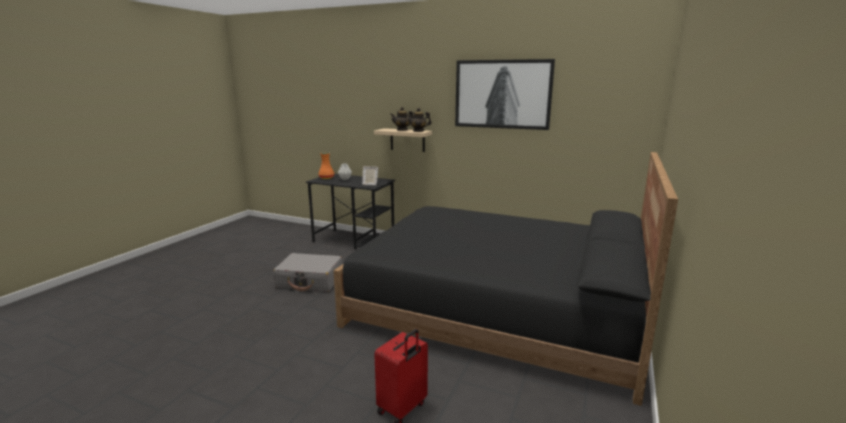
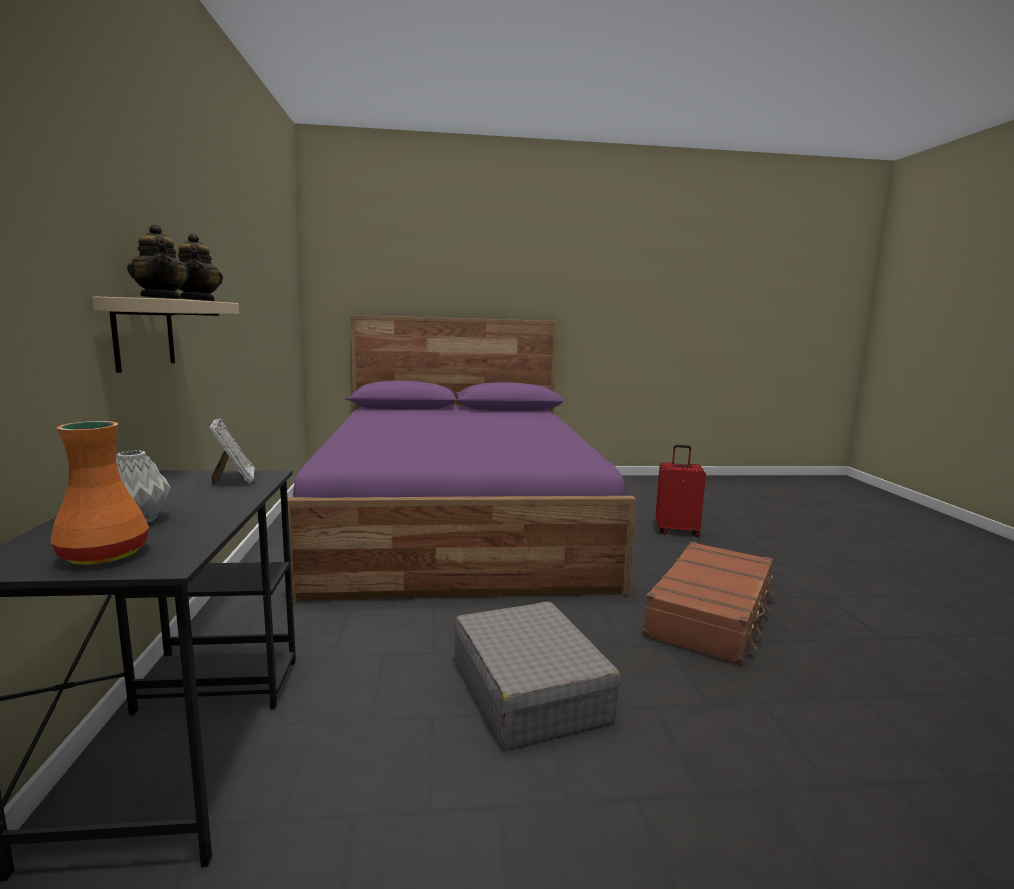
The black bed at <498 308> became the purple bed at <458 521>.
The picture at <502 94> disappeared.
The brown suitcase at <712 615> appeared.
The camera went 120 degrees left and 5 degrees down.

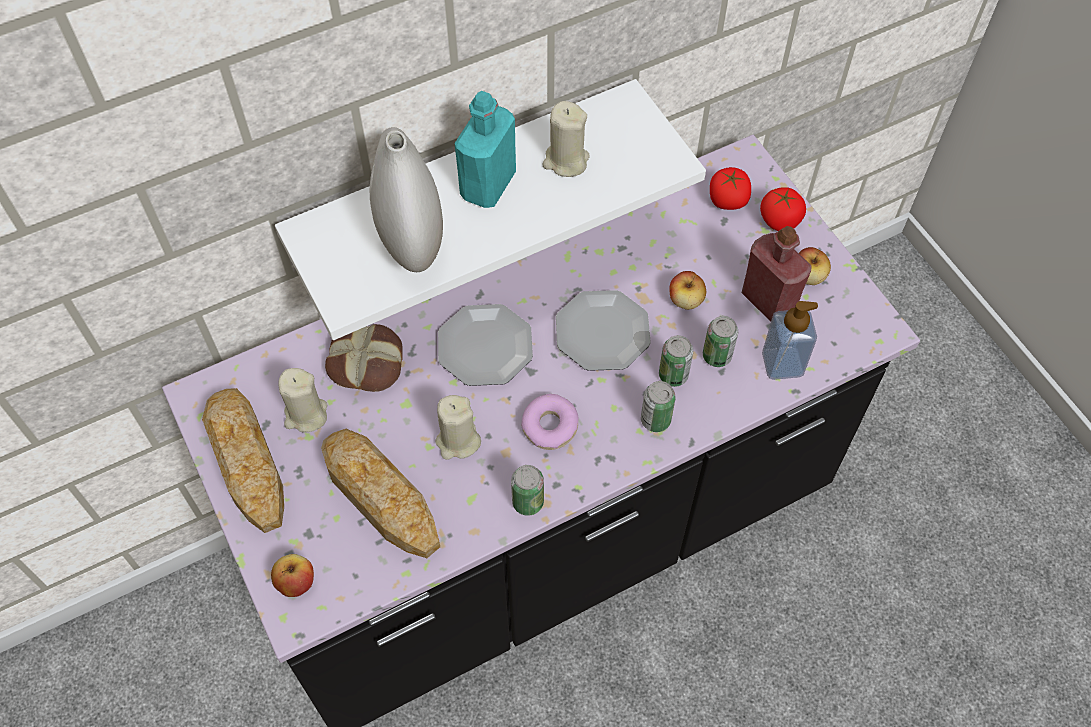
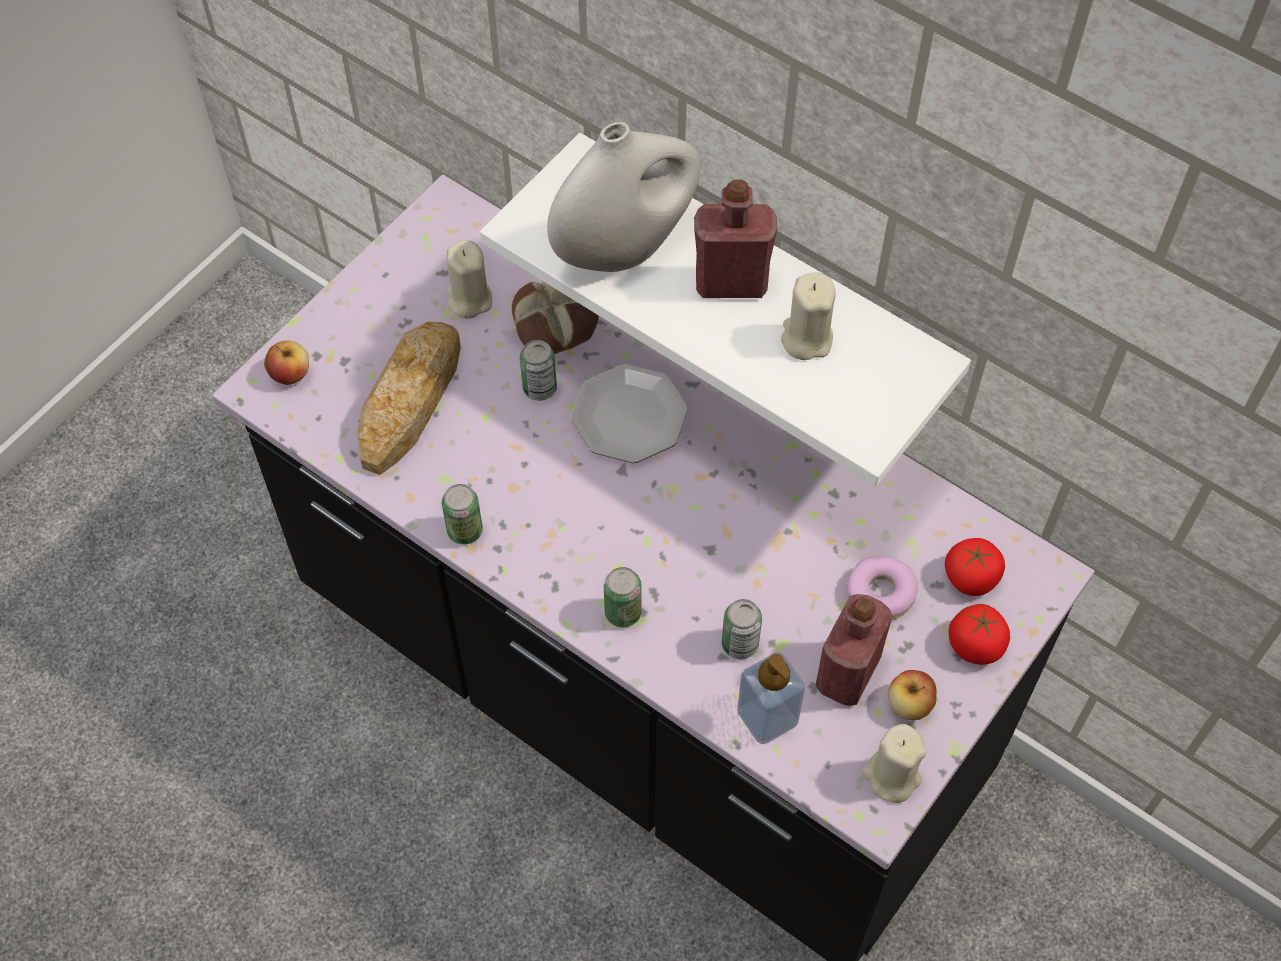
The bread at <247 462> disappeared.
The beige candle moved from <458 441> to <891 776>.
The turquoise bottle at <488 185> became the red bottle at <731 283>.
The donut moved from <549 426> to <880 593>.
The plate at <601 332> disappeared.
The can moved from <673 375> to <539 388>.
The apple at <685 300> disappeared.
The camera went 65 degrees right and 0 degrees up.

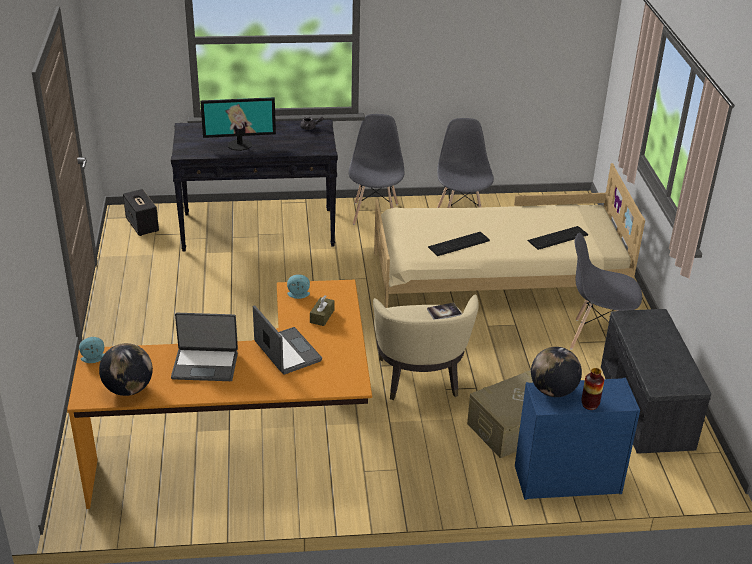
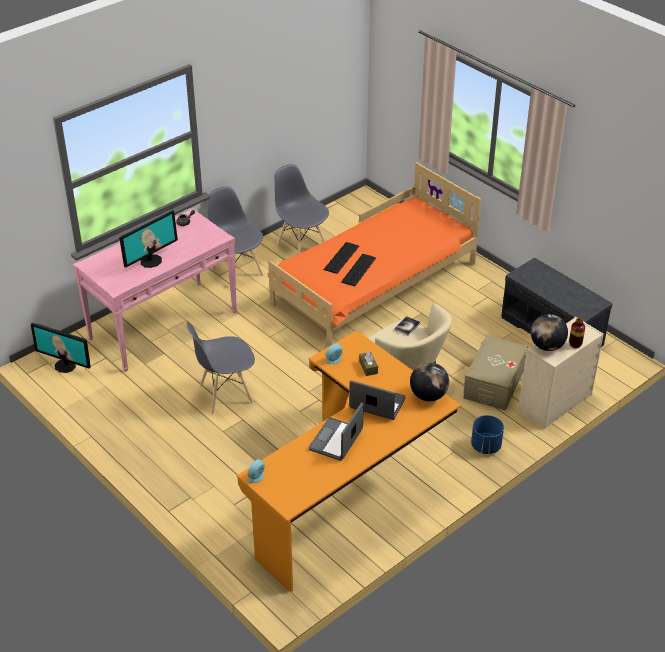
The globe moved from <128 389> to <428 396>.
The speaker at <142 225> was replaced by the monitor at <65 365>.
The black console table at <259 229> became the pink console table at <164 325>.
The laptop at <205 365> turned 150 degrees clockwise.
The beige bed at <496 278> became the orange bed at <374 284>.
The blue dresser at <566 480> became the beige dresser at <554 403>.
The keyboard moved from <559 238> to <342 258>.
The grey chair moved from <597 338> to <225 394>.
The blue planter at <485 446> appeared.
The camera went 35 degrees left and 5 degrees up.

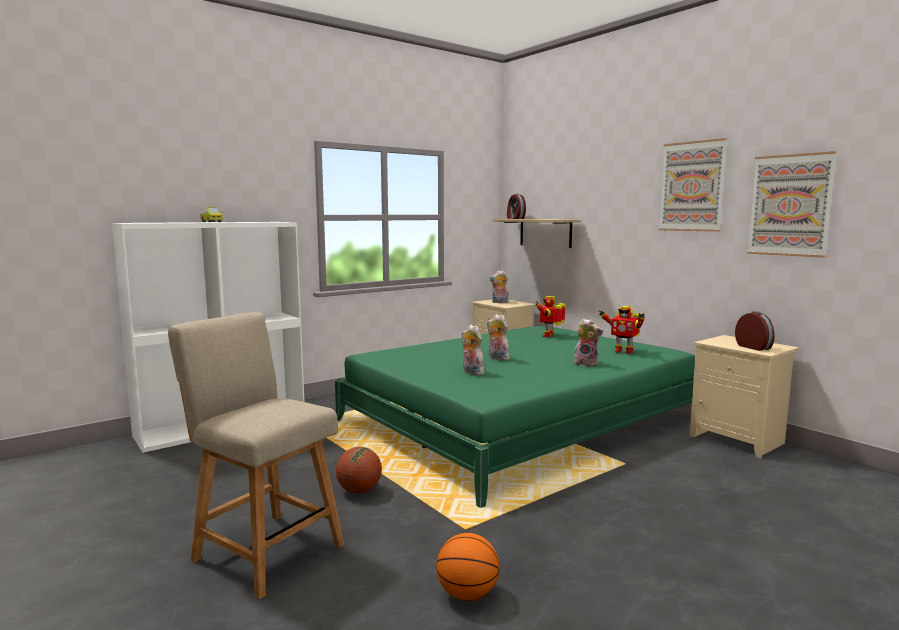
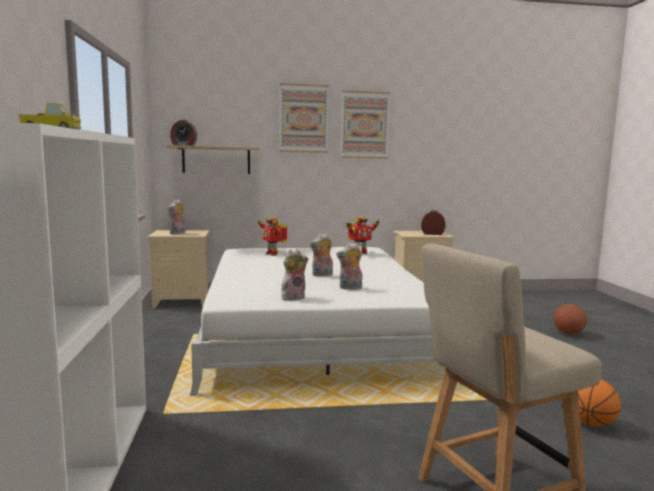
The green bed at <519 421> became the white bed at <313 330>.
The basketball moved from <359 491> to <568 333>.
The plush toy moved from <587 364> to <293 297>.
The picture moved from <790 205> to <303 118>.
The camera went 60 degrees left and 0 degrees up.

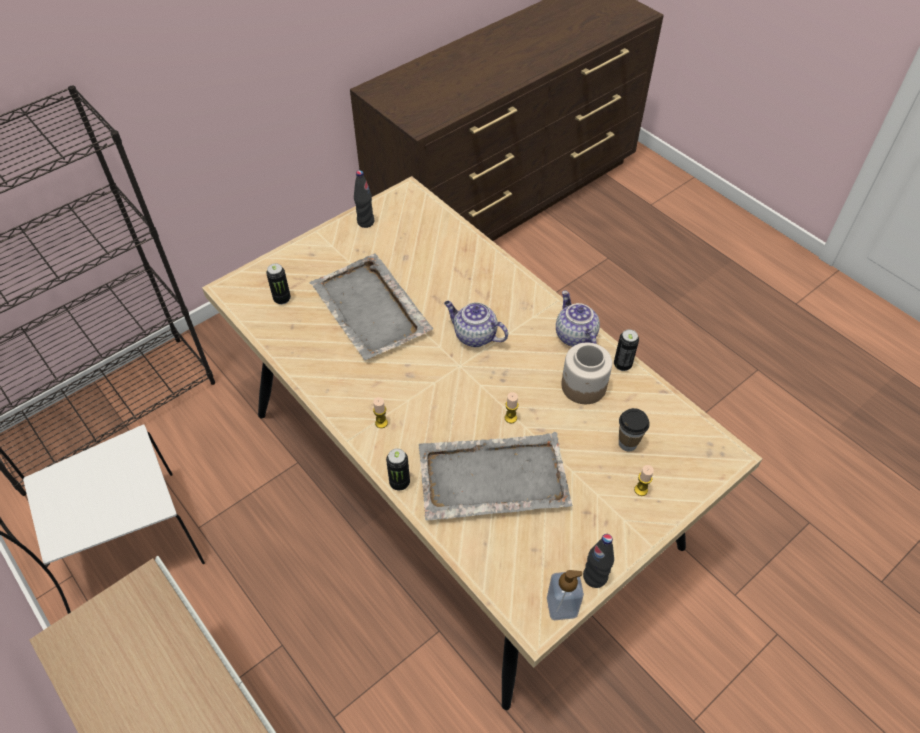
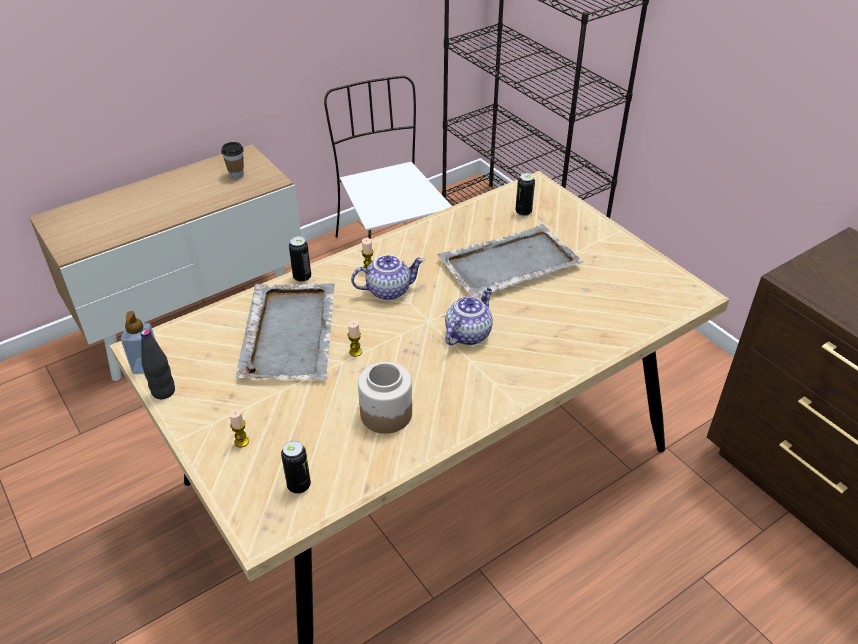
The black bottle at <365 222> disappeared.
The teapot moved from <574 336> to <388 290>.
The can moved from <622 365> to <299 485>.
The cup moved from <627 443> to <236 175>.
The camera went 95 degrees right and 10 degrees down.

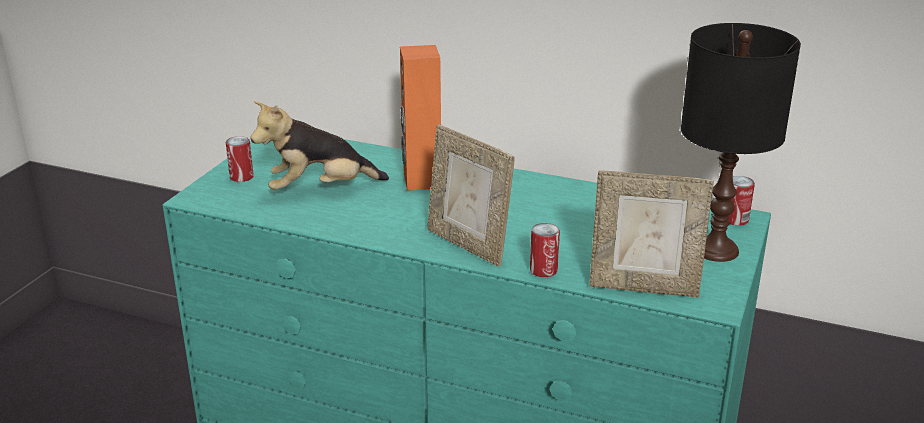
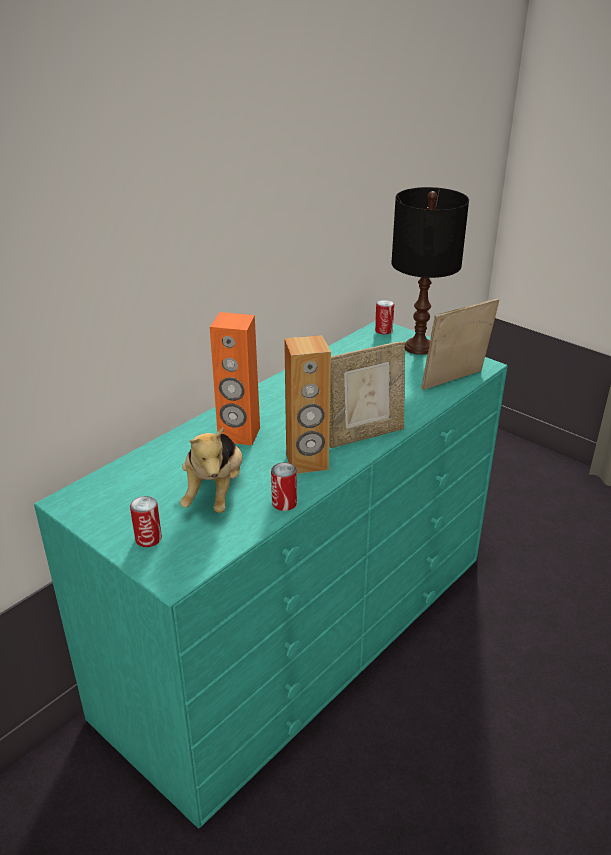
The can moved from <543 270> to <284 503>.
The picture frame at <644 287> turned 150 degrees counterclockwise.
The brown speaker at <307 462> appeared.
The camera went 70 degrees left and 5 degrees up.

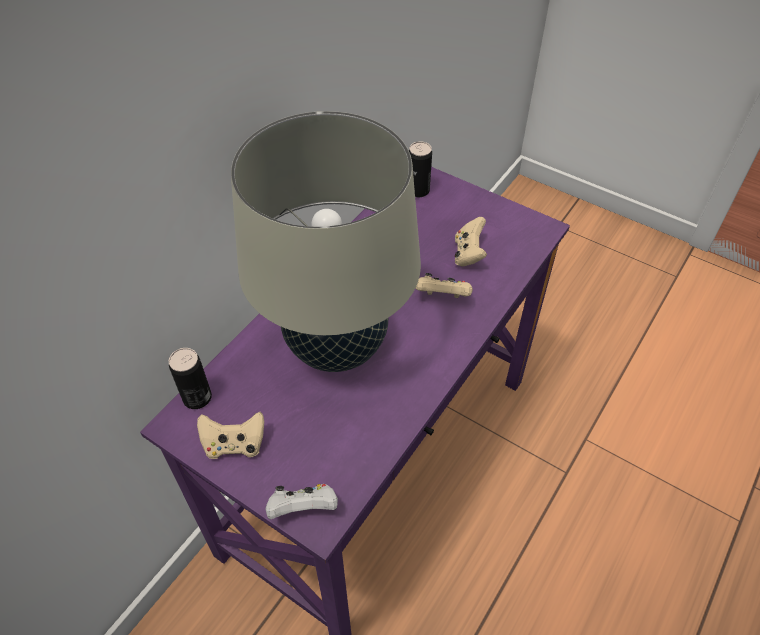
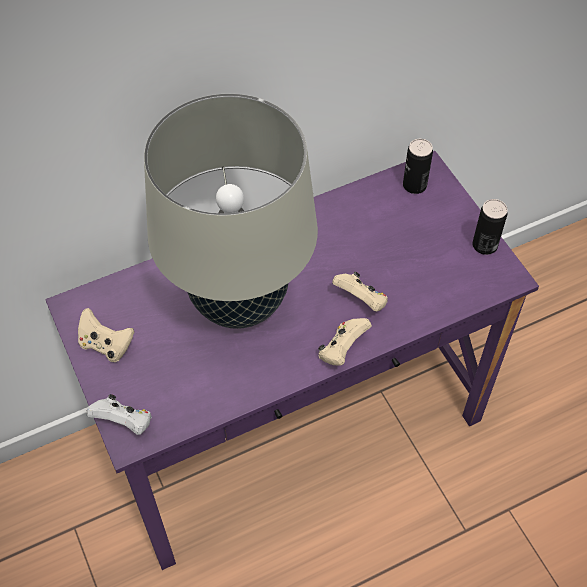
The can moved from <197 398> to <484 245>.
The beige game controller moved from <468 254> to <342 350>.
The camera went 30 degrees right and 5 degrees up.

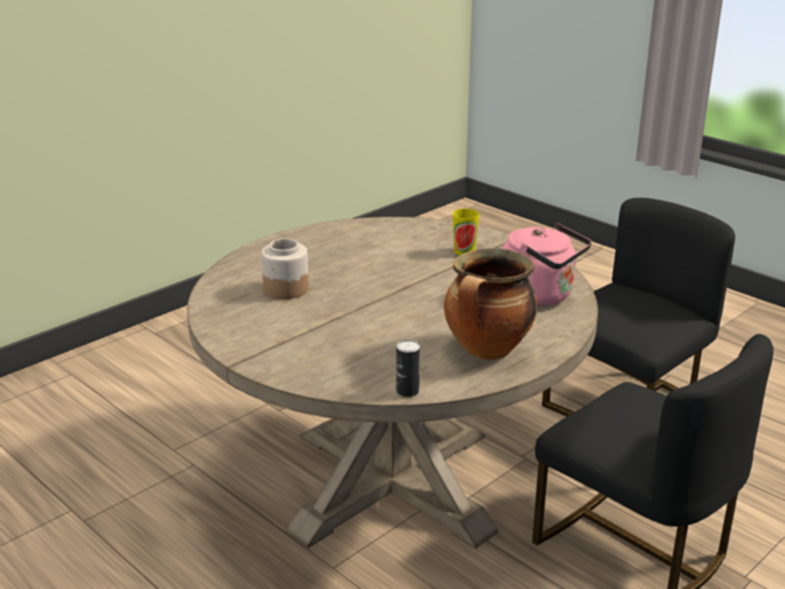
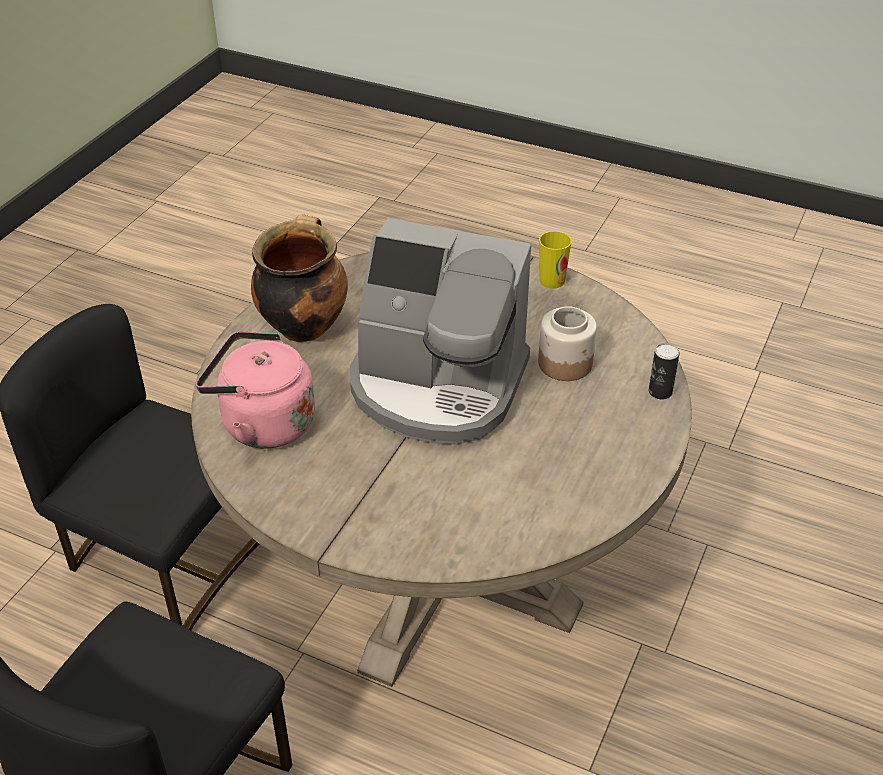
The can moved from <407 391> to <660 392>.
The cup moved from <464 251> to <552 280>.
The coffee machine at <437 386> appeared.
The camera went 160 degrees right and 15 degrees up.

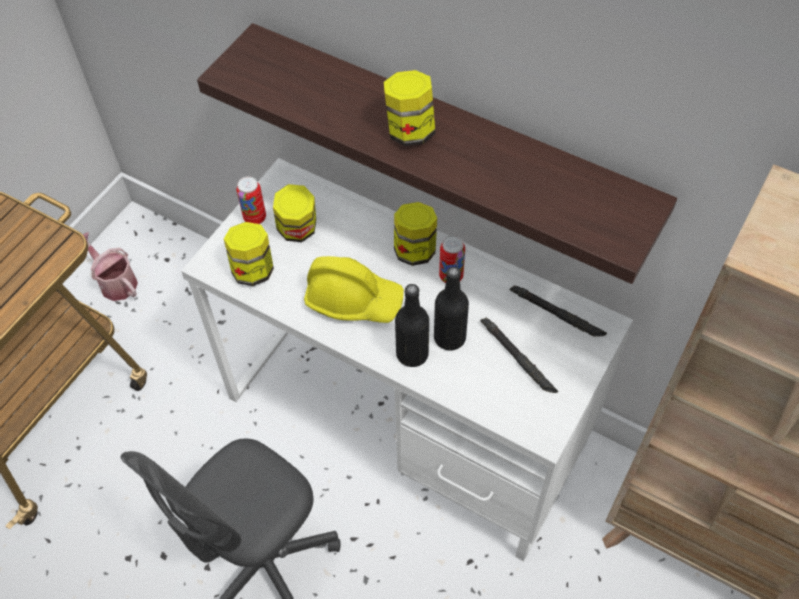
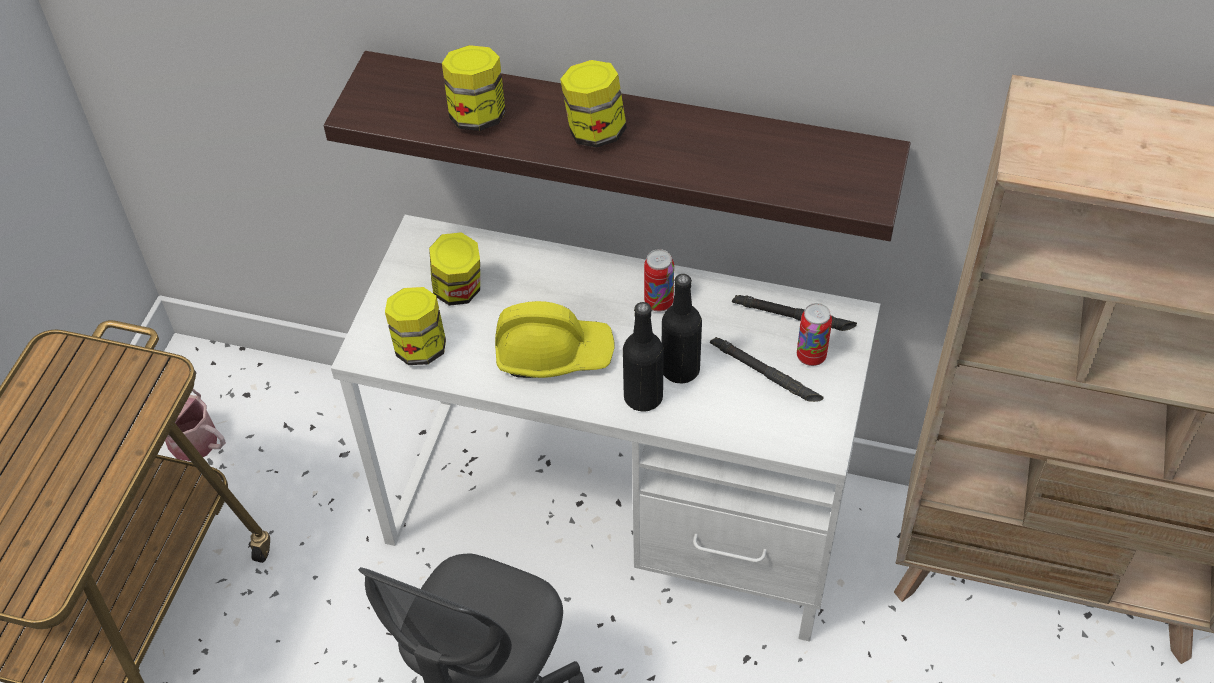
The can moved from <255 218> to <811 356>.
The jar moved from <415 250> to <477 116>.
The camera went 15 degrees left and 5 degrees down.

